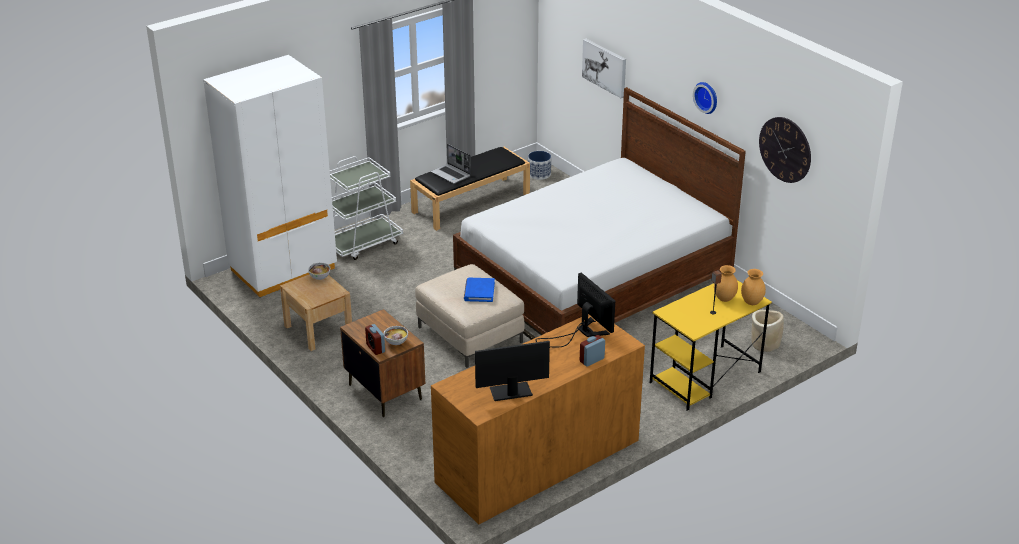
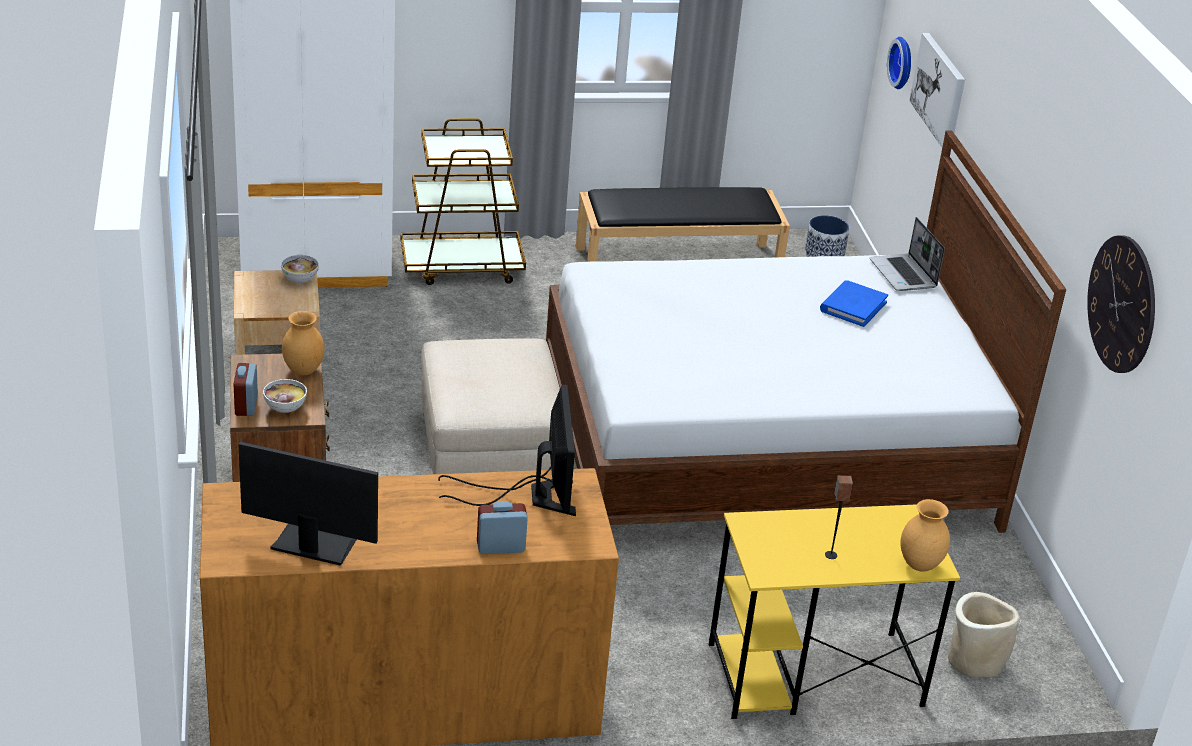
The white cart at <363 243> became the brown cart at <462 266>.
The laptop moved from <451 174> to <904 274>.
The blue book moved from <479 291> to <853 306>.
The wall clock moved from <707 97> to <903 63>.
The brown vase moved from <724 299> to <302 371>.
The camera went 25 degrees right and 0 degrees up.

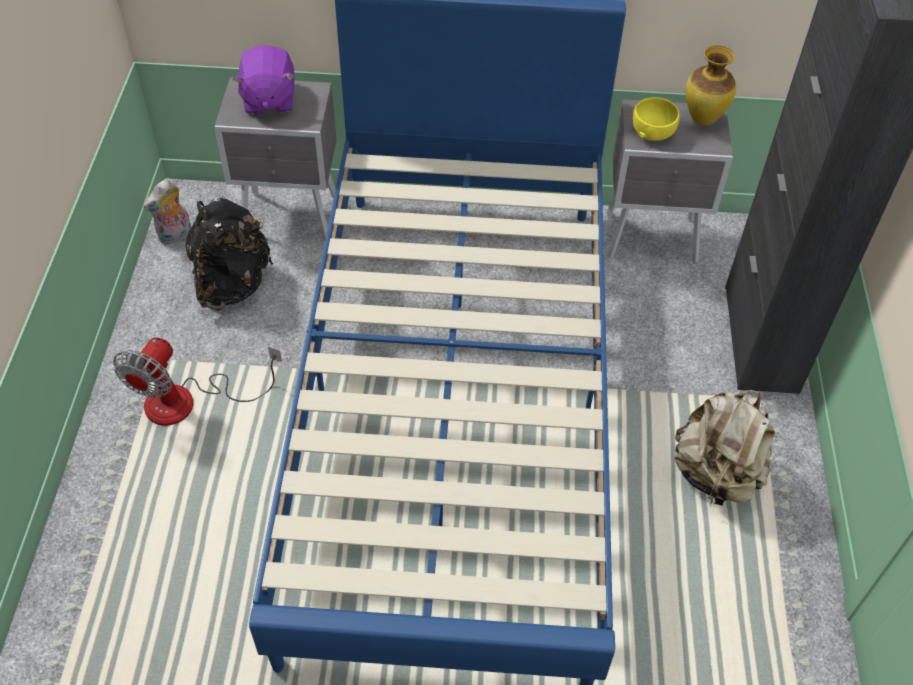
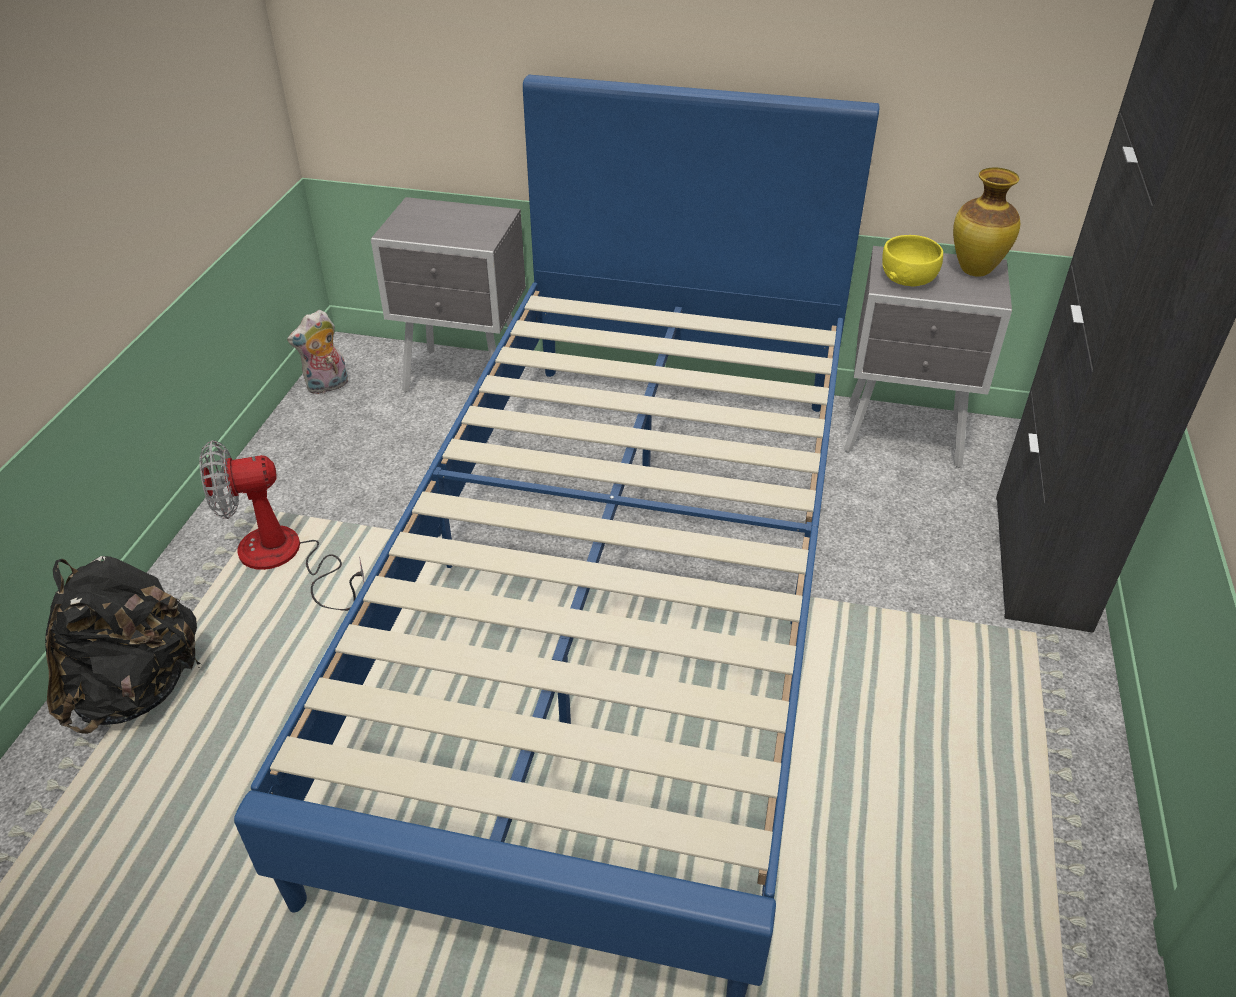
The fan at <188 402> turned 45 degrees clockwise.
The black backpack moved from <232 284> to <138 689>.
The purple plush toy at <268 100> disappeared.
The beige backpack at <715 474> disappeared.
The camera went 10 degrees right and 10 degrees down.

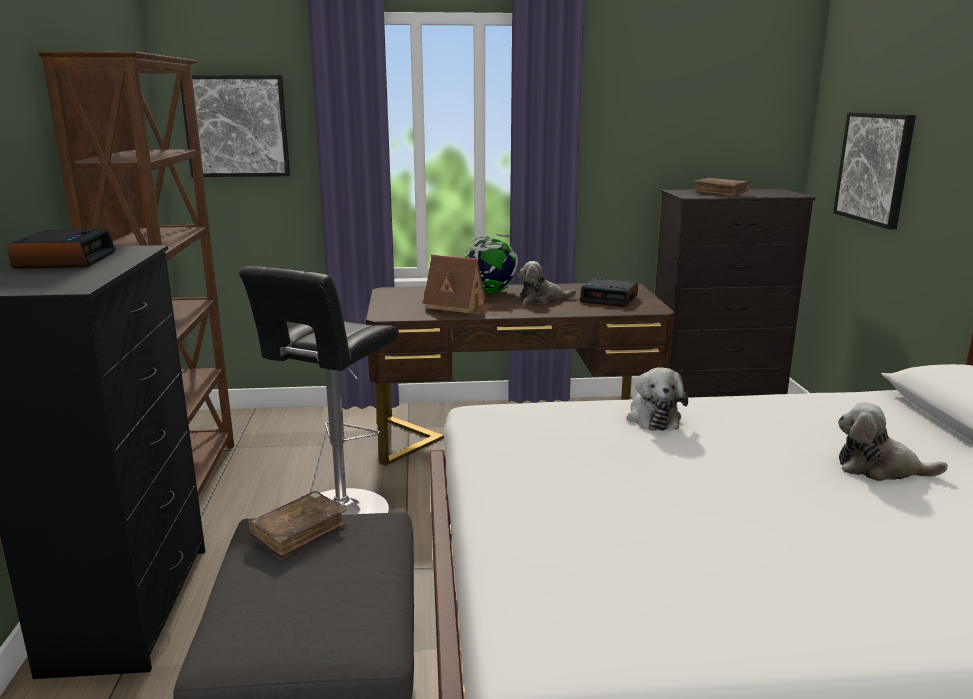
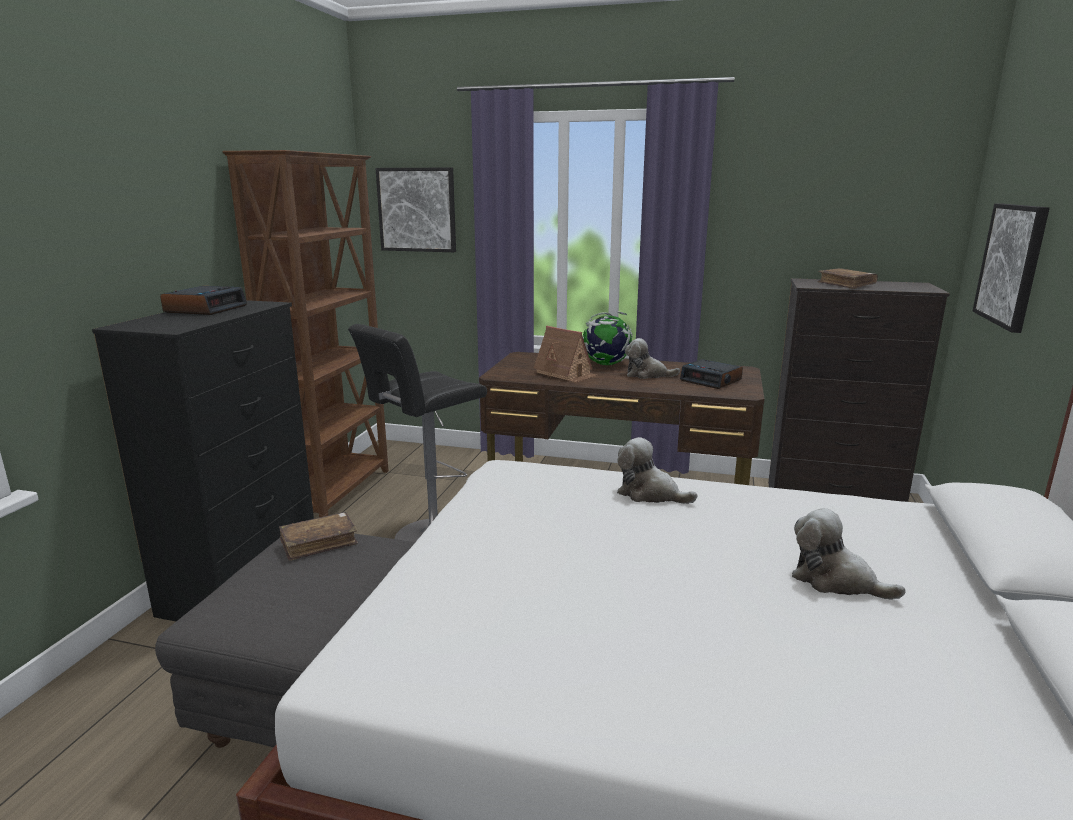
The plush toy at <653 417> turned 105 degrees clockwise.
The camera went 20 degrees right and 0 degrees up.

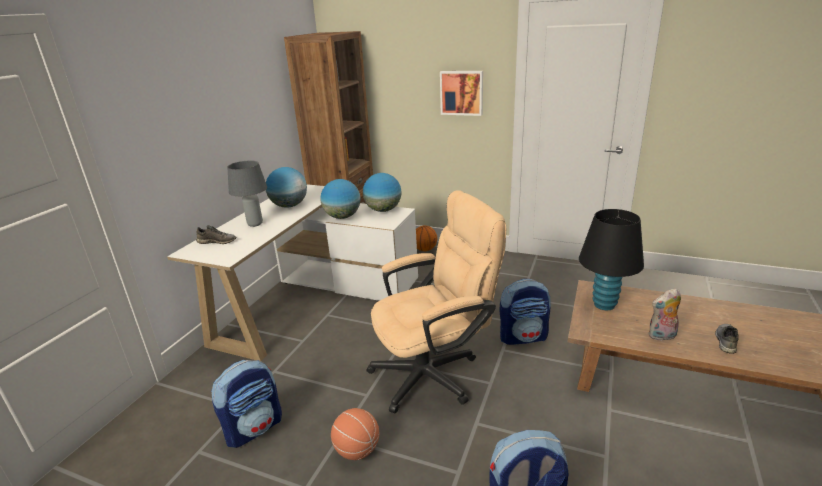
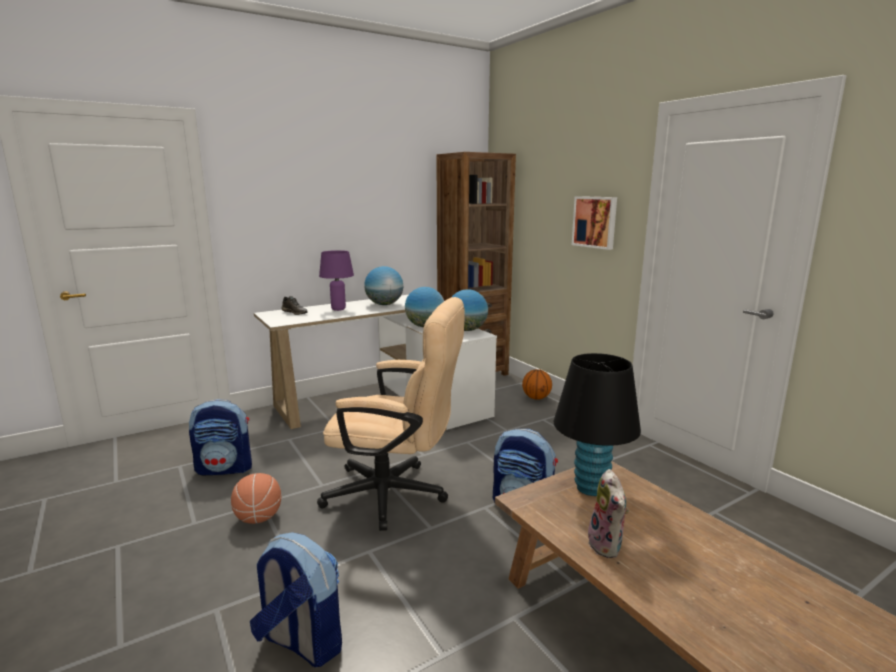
The grey table lamp at <254 224> became the purple table lamp at <338 309>.
The plush toy at <662 336> turned 120 degrees counterclockwise.
The grey shoe at <725 341> disappeared.
The camera went 35 degrees right and 10 degrees down.

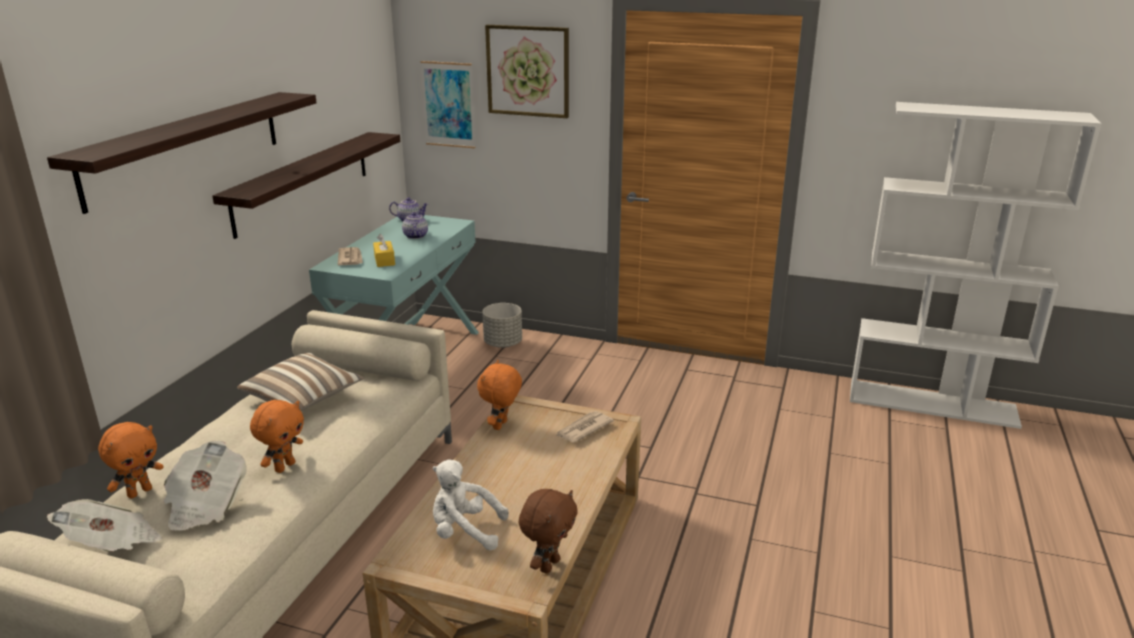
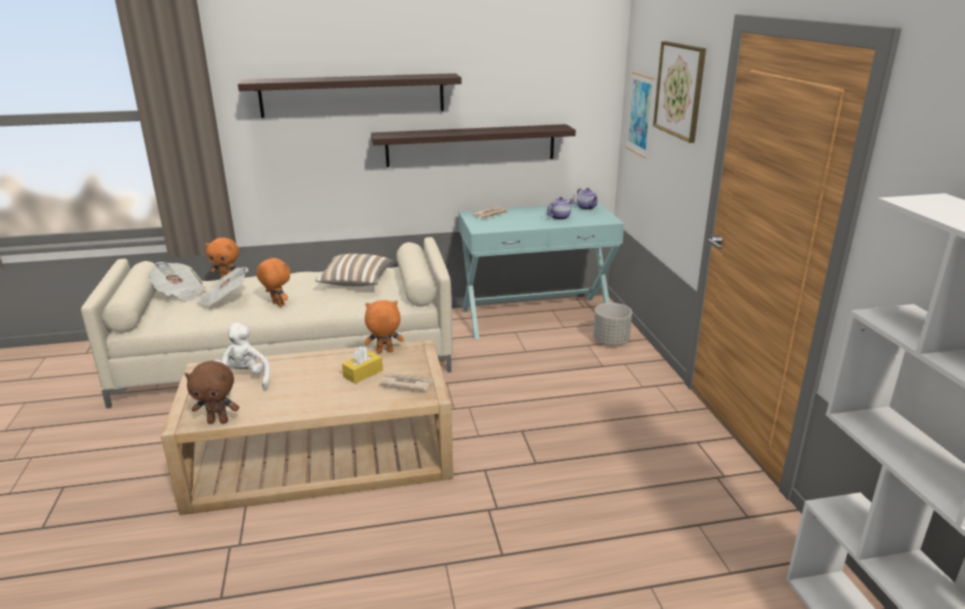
The orange plush toy at <284 466> turned 135 degrees counterclockwise.
The yellow tissue box moved from <384 260> to <363 373>.
The camera went 60 degrees right and 0 degrees up.

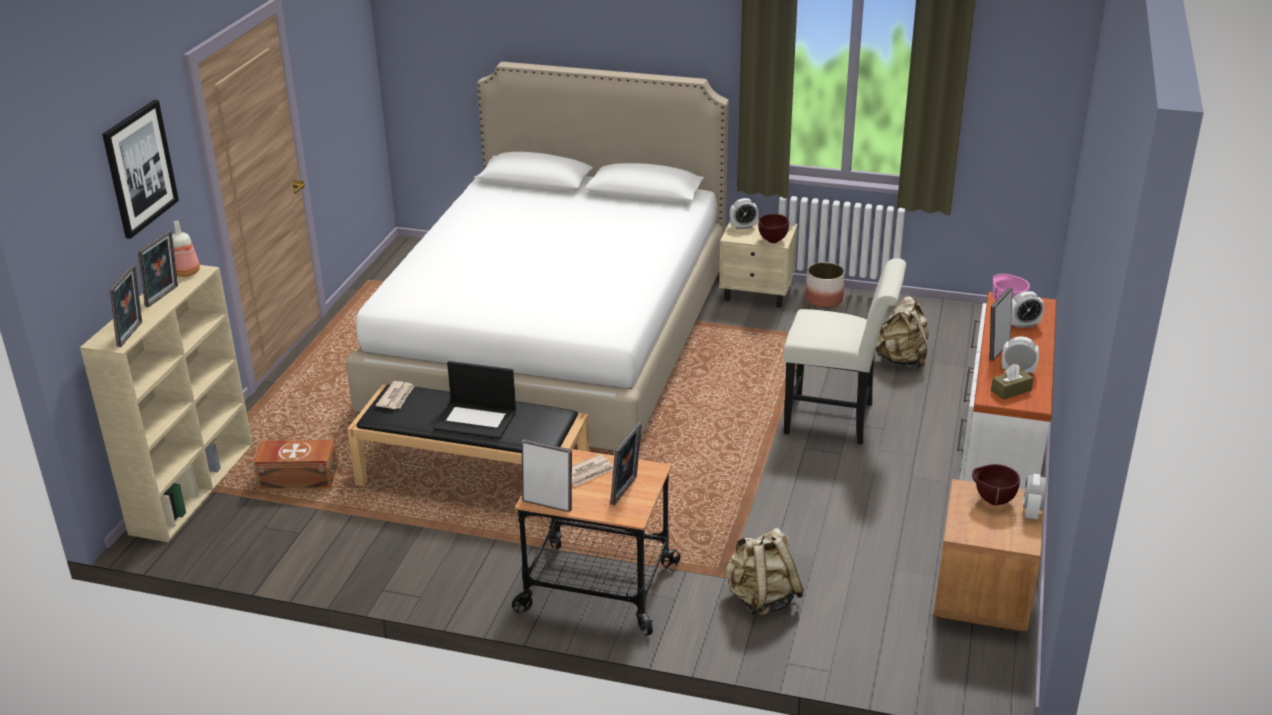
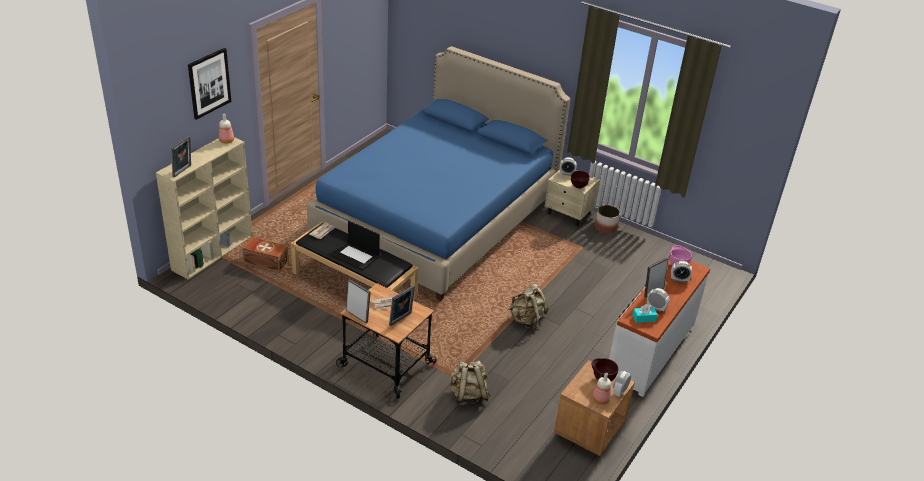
The picture frame at <164 296> disappeared.
The white bed at <555 345> became the blue bed at <437 218>.
The white chair at <837 419> disappeared.
The beige backpack moved from <901 360> to <526 321>.
The brown tissue box at <1011 390> became the turquoise tissue box at <644 318>.
The bottle at <600 399> appeared.
The camera went 15 degrees right and 5 degrees up.

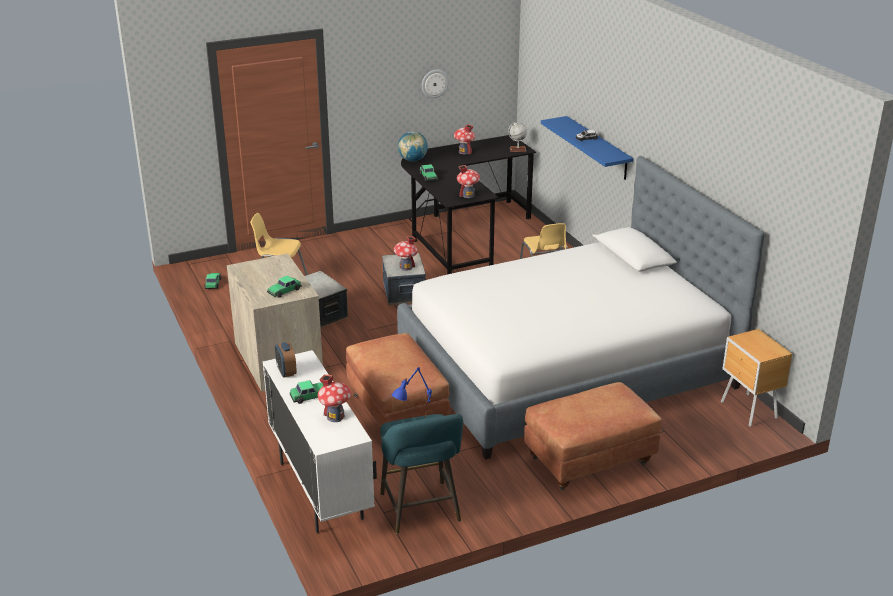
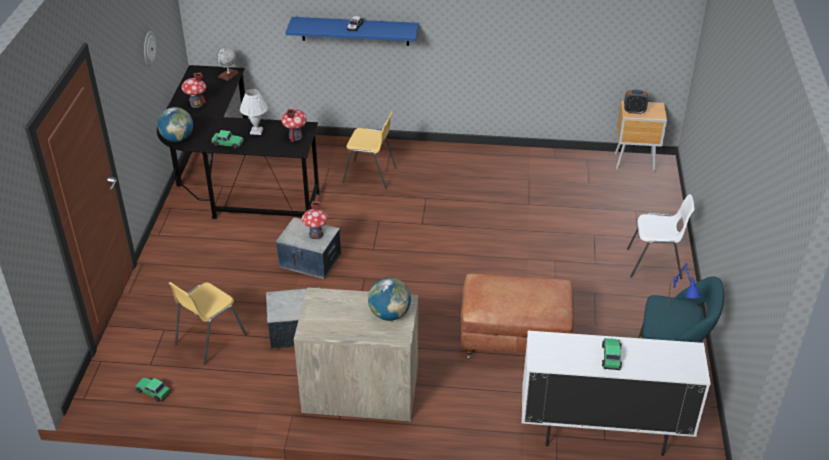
The toy car at <284 291> was replaced by the globe at <389 314>.
The alarm clock moved from <286 372> to <634 111>.
The toy house at <335 416> disappeared.
The bed at <566 369> disappeared.
The brown ottoman at <589 464> was replaced by the white chair at <654 264>.
The white table lamp at <256 131> appeared.
The camera went 60 degrees left and 10 degrees up.

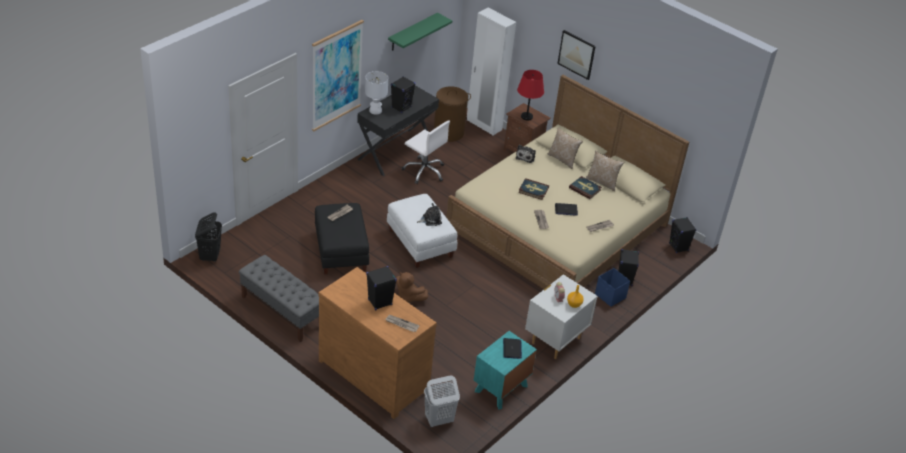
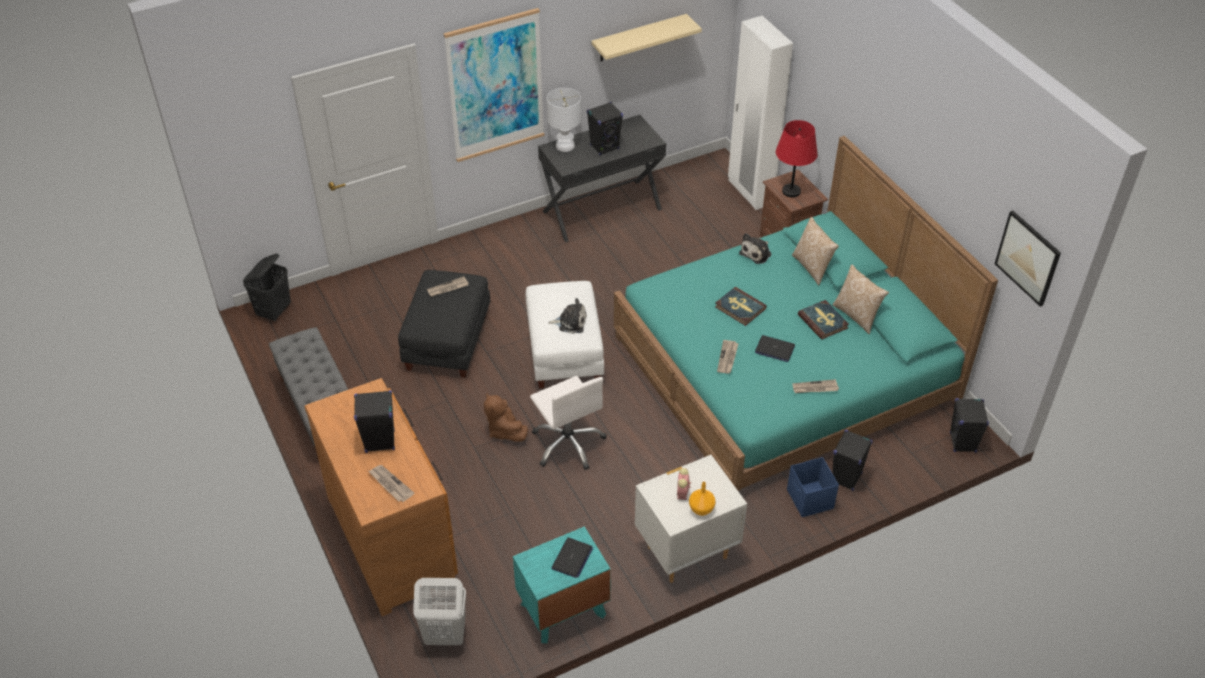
The green shelf at <412 32> became the beige shelf at <639 38>.
The white office chair moved from <424 171> to <568 443>.
The brown laundry basket at <448 132> disappeared.
The beige bed at <558 226> became the turquoise bed at <783 368>.
The picture moved from <576 54> to <1028 258>.
The camera went 25 degrees right and 5 degrees up.

